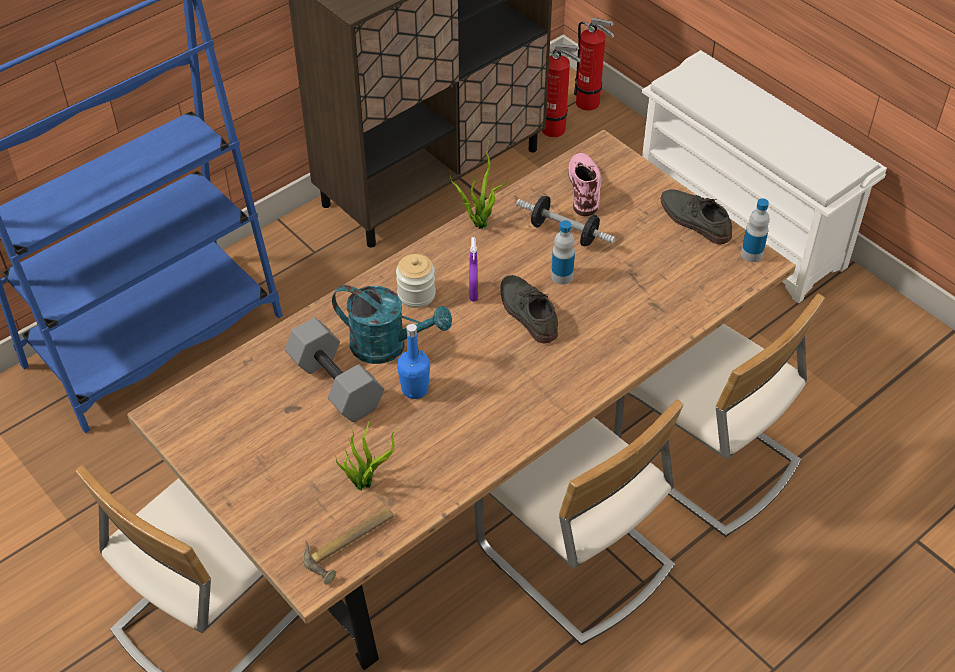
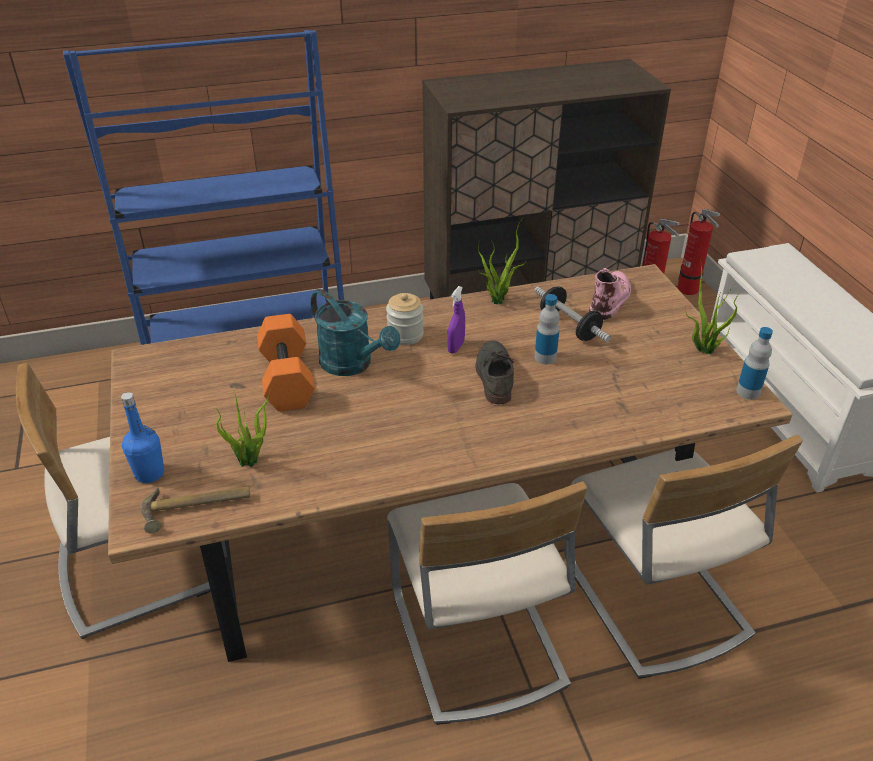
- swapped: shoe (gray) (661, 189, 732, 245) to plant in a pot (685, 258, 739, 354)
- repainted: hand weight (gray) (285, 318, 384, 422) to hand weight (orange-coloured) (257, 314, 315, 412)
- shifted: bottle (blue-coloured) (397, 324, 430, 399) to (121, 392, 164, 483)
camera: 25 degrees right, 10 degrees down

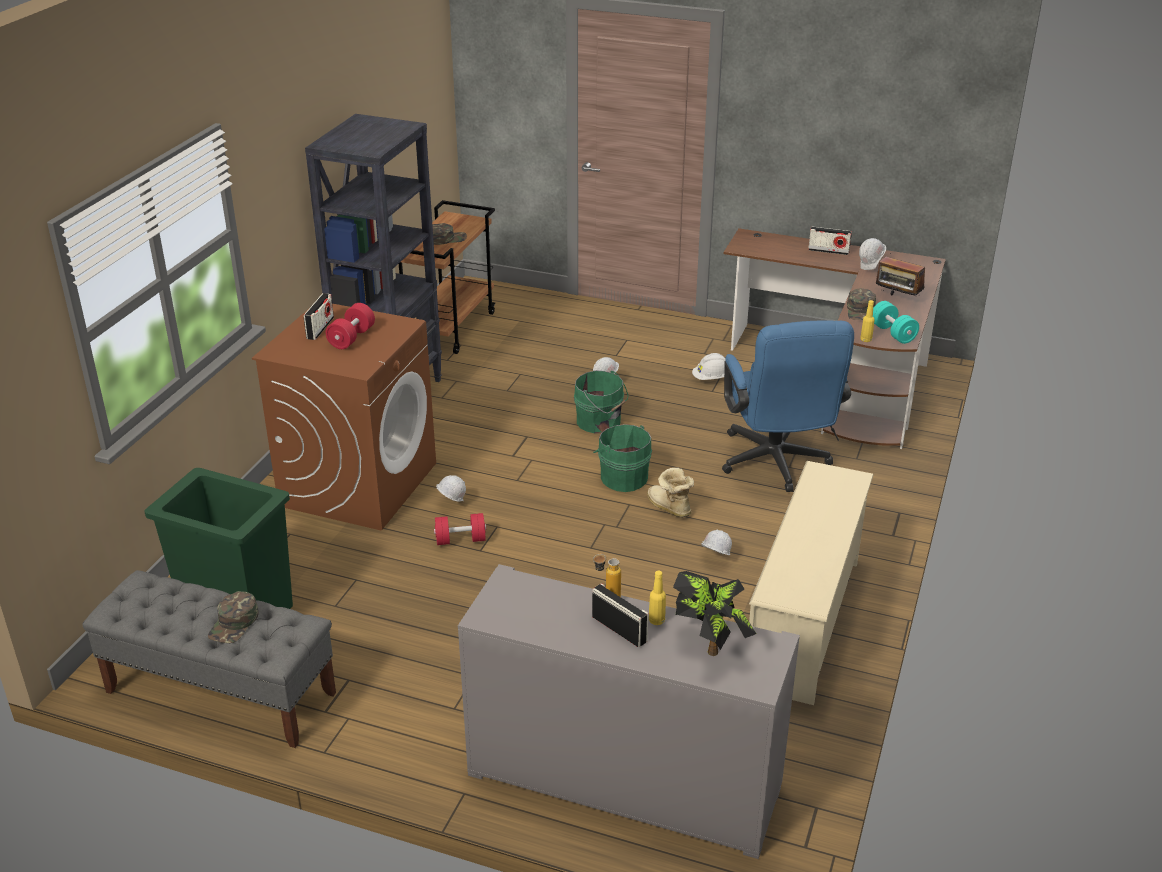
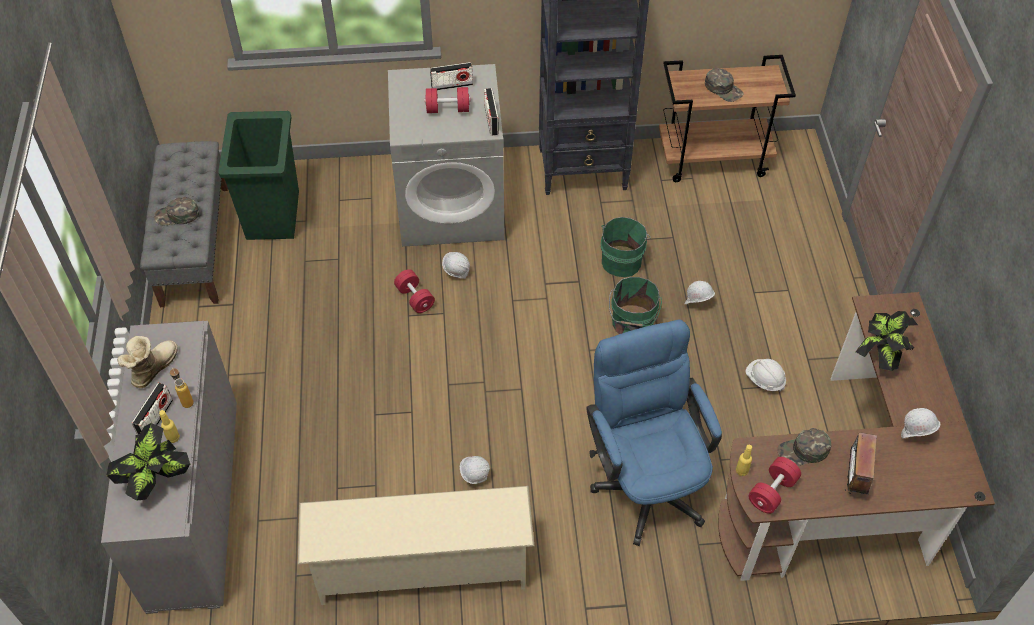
- shifted: radio receiver (808, 227, 852, 255) to (484, 88, 499, 136)
- repainted: hand weight (blue-green) (873, 301, 919, 344) to hand weight (red) (748, 457, 801, 514)
- repainted: washing machine (brown) (252, 304, 436, 530) to washing machine (gray) (388, 64, 505, 247)
- rotated: office chair (blue-coloured) (722, 320, 854, 492) = (586, 319, 722, 546) 105 degrees clockwise
- shifted: bucket (green-coloured) (593, 424, 652, 492) to (601, 217, 651, 277)
- shifted: high-top boot (647, 468, 694, 518) to (117, 336, 178, 388)
- new: plant in a pot (856, 311, 918, 371)
camera: 65 degrees right, 20 degrees up

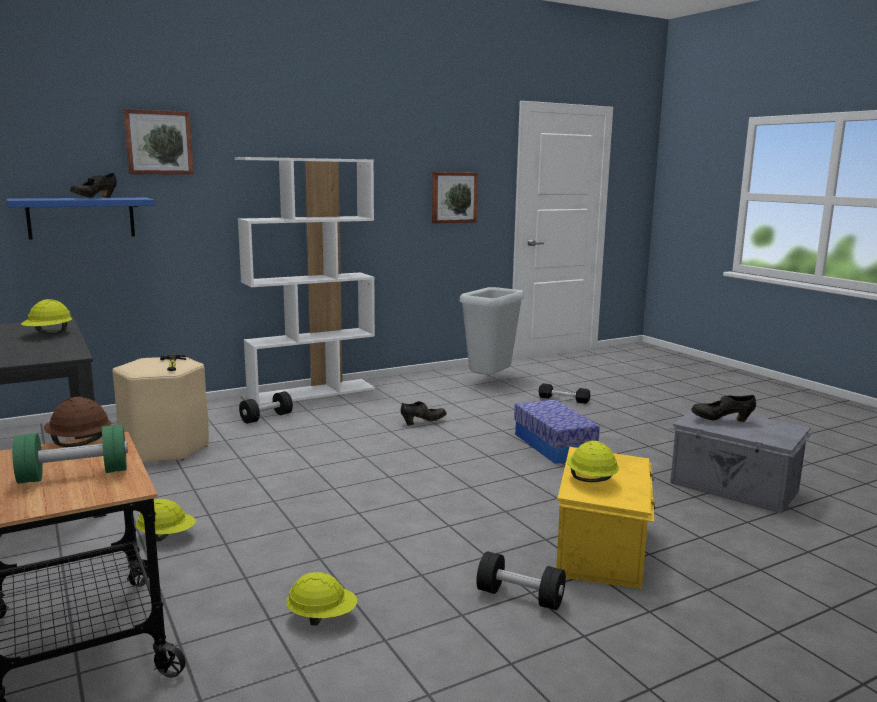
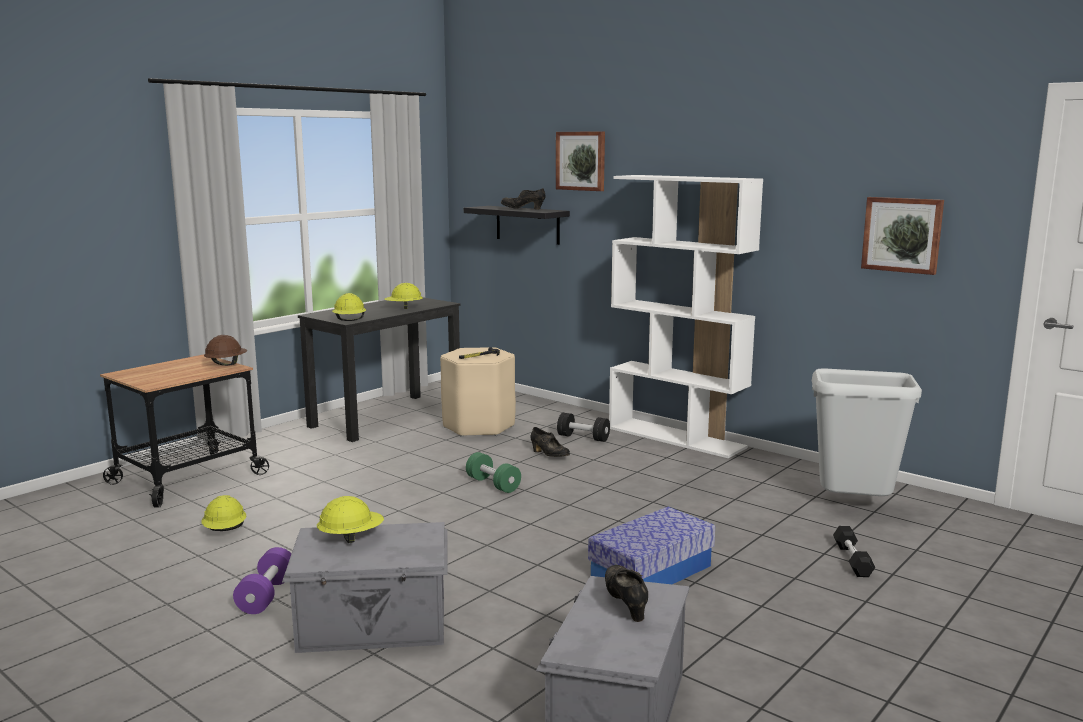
- repainted: wall shelf (blue-coloured) (7, 198, 155, 240) to wall shelf (black) (464, 206, 570, 245)
- shifted: shoe (black) (401, 401, 447, 425) to (530, 427, 570, 457)
- shifted: hand weight (green-coloured) (12, 425, 128, 484) to (466, 452, 521, 493)
- repainted: storage container (yellow-coloured) (556, 447, 656, 589) to storage container (gray) (282, 522, 448, 653)
- shifted: work helmet (yellow-coloured) (136, 499, 196, 541) to (332, 293, 366, 321)
- repainted: hand weight (black) (476, 551, 566, 610) to hand weight (purple-coloured) (233, 547, 291, 614)
camera: 70 degrees right, 0 degrees up

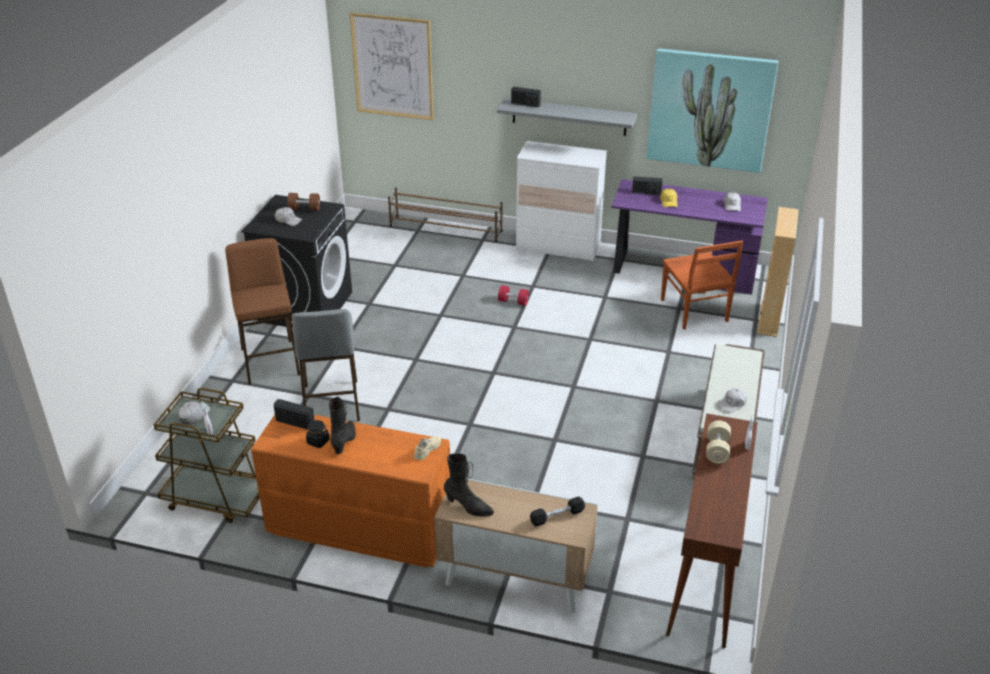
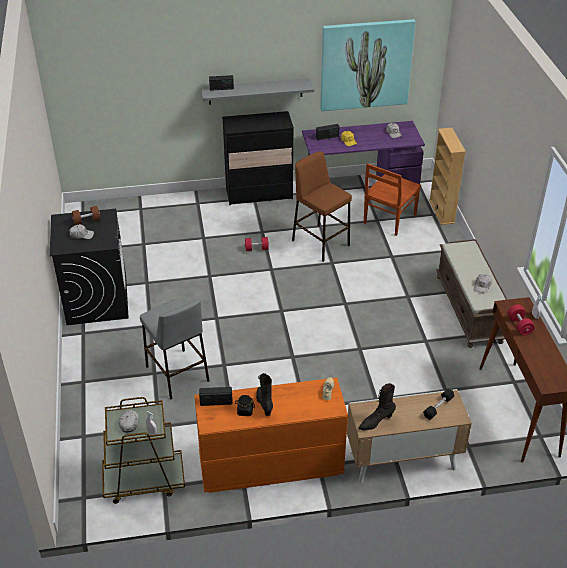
- gone: picture (350, 13, 434, 120)
- repainted: chest of drawers (whitish) (516, 141, 607, 262) to chest of drawers (black) (222, 111, 294, 205)
- gone: shoe shelf (brown) (388, 188, 502, 242)
- shifted: stool seat (brown) (225, 238, 300, 385) to (292, 151, 352, 262)
- rotated: upright chair (brown) (661, 241, 743, 330) = (364, 163, 421, 236) 75 degrees clockwise
- repainted: hand weight (beige-coloured) (706, 421, 731, 464) to hand weight (red) (508, 304, 535, 336)
- rotated: high-top boot (black) (444, 453, 494, 516) = (359, 383, 396, 431) 150 degrees clockwise
camera: 25 degrees left, 5 degrees up

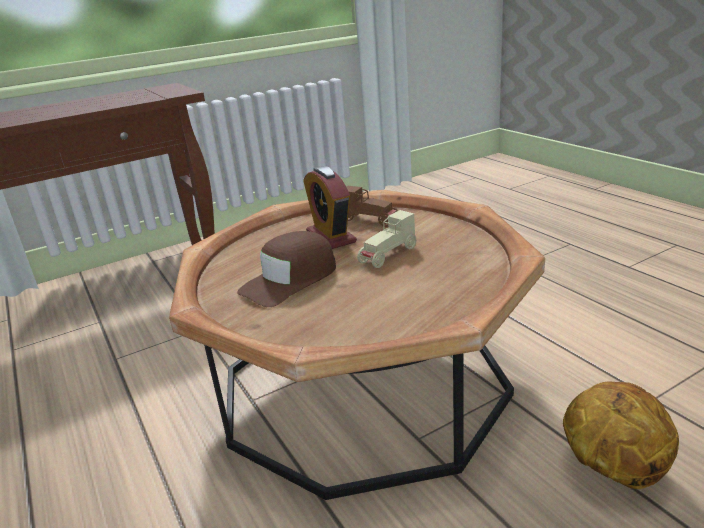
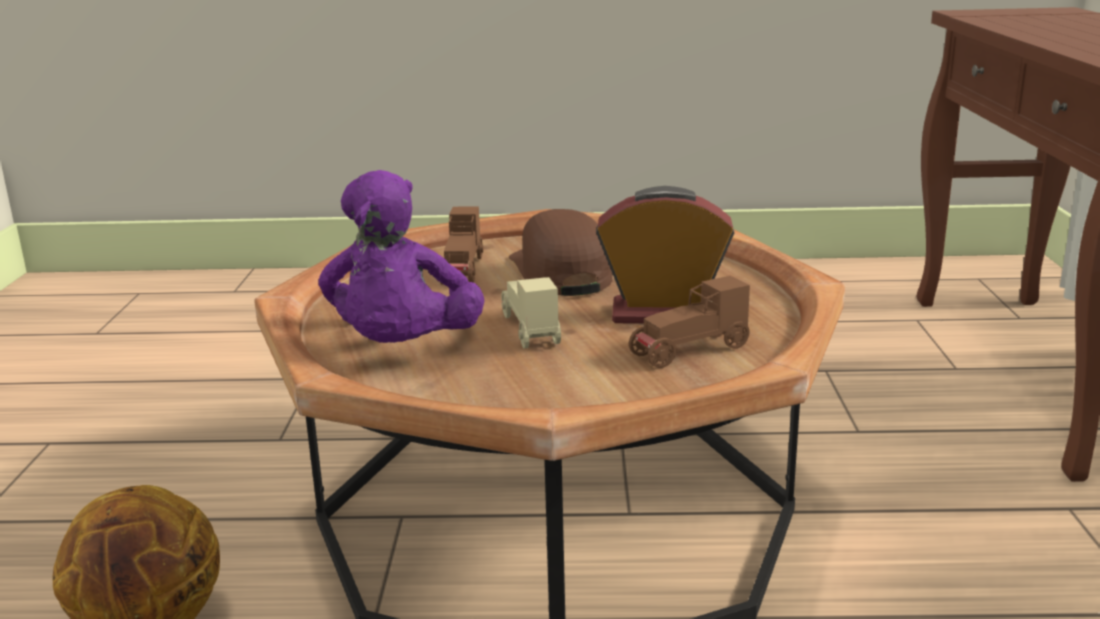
- new: cuddly toy (purple-coloured) (318, 170, 485, 343)
- new: model car (brown) (441, 206, 484, 284)
camera: 120 degrees right, 5 degrees down

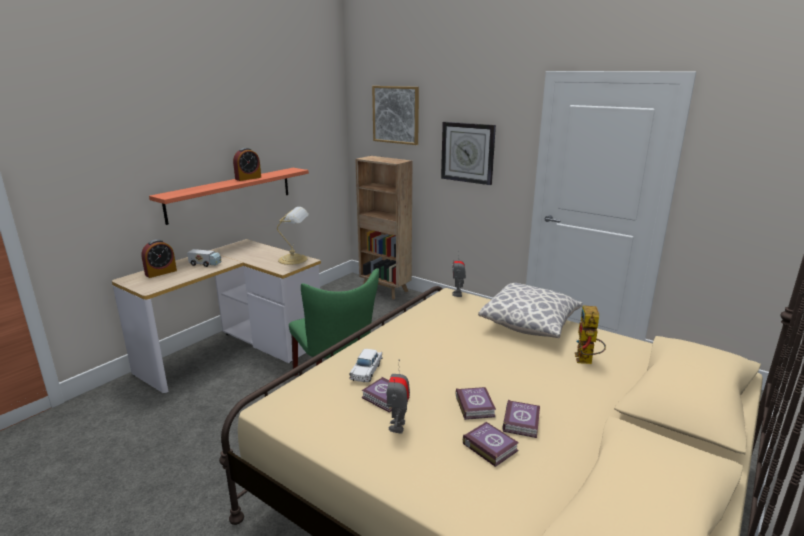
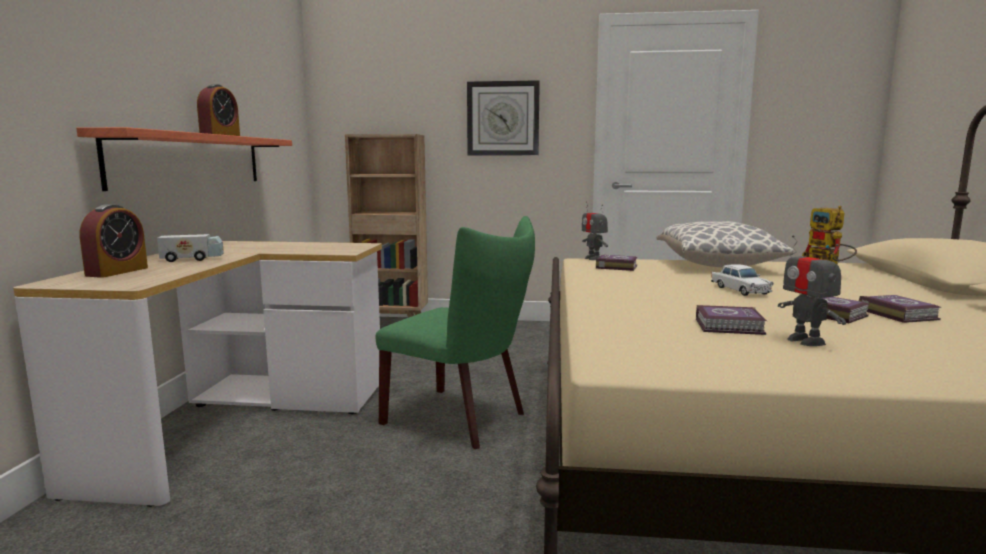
- gone: picture (372, 86, 419, 145)
- gone: lamp for a table (277, 207, 309, 265)
- shifted: model car (whitish) (349, 349, 383, 383) to (711, 264, 774, 296)
- shifted: bound book (463, 422, 519, 467) to (596, 255, 638, 271)
camera: 30 degrees left, 10 degrees down

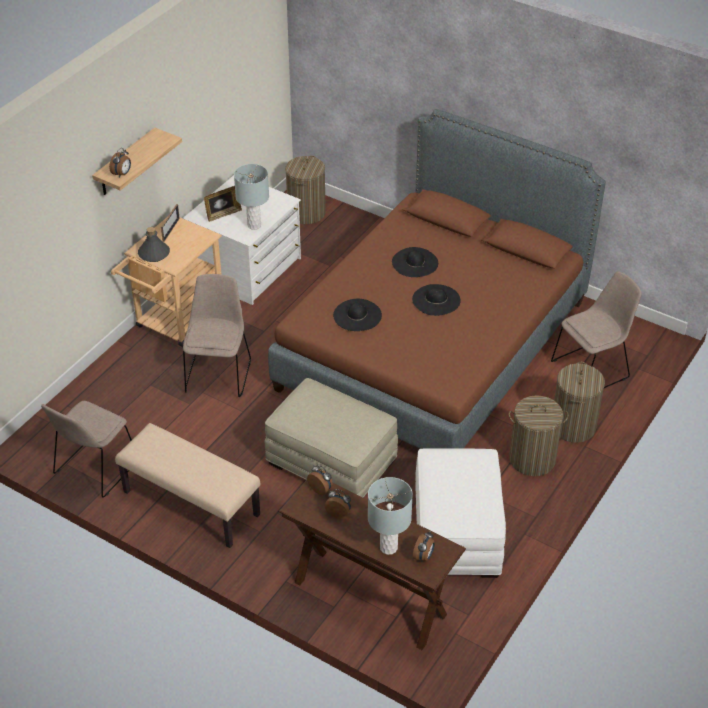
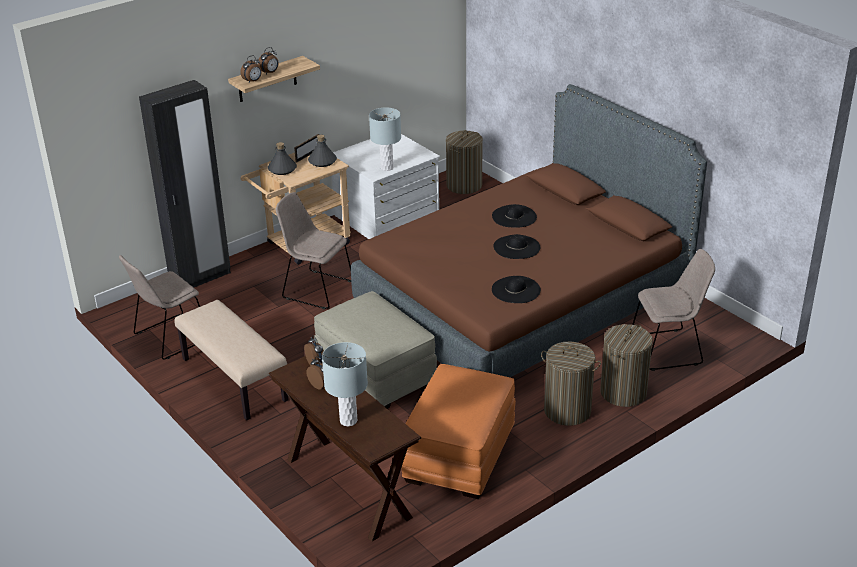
- gone: standing frame (204, 186, 242, 222)
- rotated: upright chair (beige-coloured) (183, 274, 251, 397) = (276, 192, 351, 309) 90 degrees counterclockwise
- shifted: hat (black) (333, 299, 382, 331) to (492, 276, 541, 303)
- repainted: footrest (whitish) (415, 448, 506, 578) to footrest (orange-coloured) (402, 364, 516, 499)
- shifted: alarm clock (413, 531, 435, 562) to (258, 47, 279, 75)
- new: wardrobe (black) (139, 80, 231, 287)
- new: bottle (gray) (308, 135, 337, 167)
camera: 20 degrees right, 10 degrees down

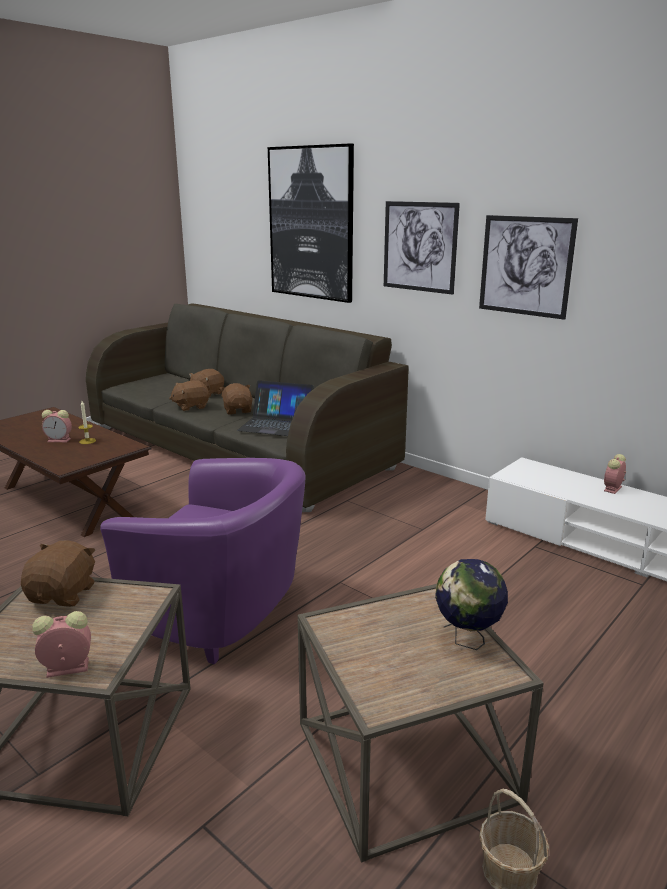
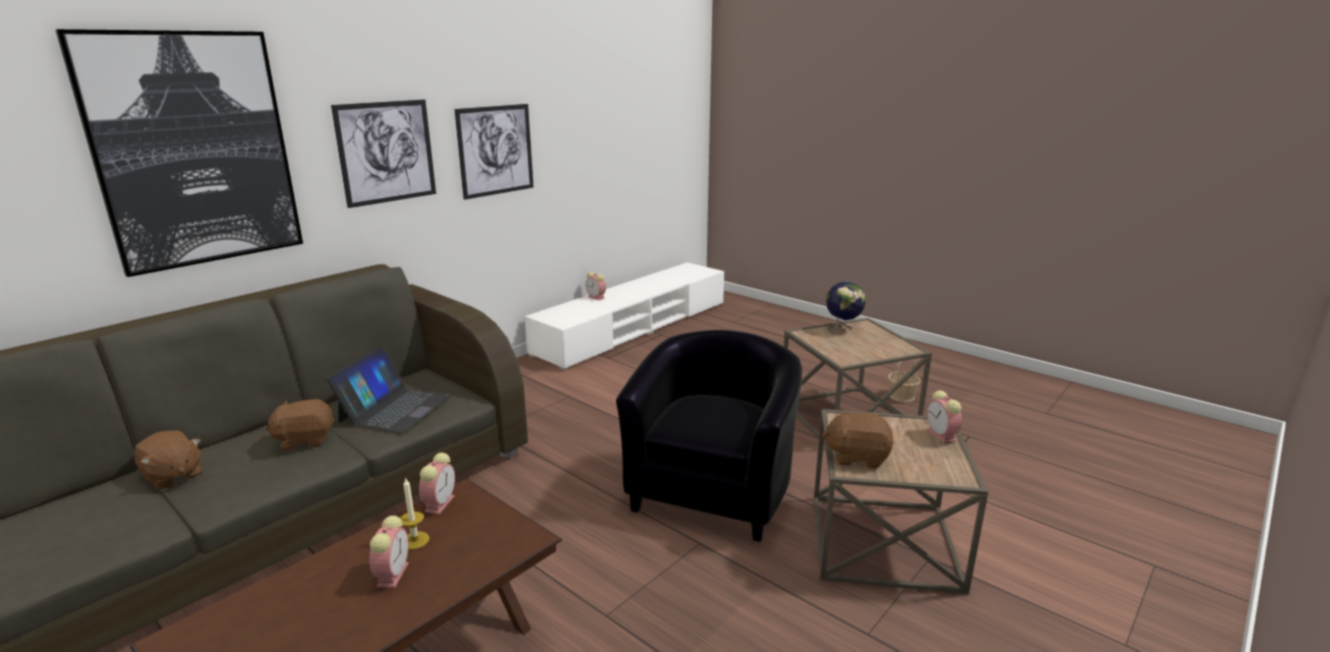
- gone: cuddly toy (brown) (169, 380, 209, 411)
- repainted: armchair (purple-coloured) (100, 458, 306, 665) to armchair (black) (616, 330, 802, 542)
- new: alarm clock (419, 453, 455, 514)
camera: 90 degrees left, 0 degrees up

